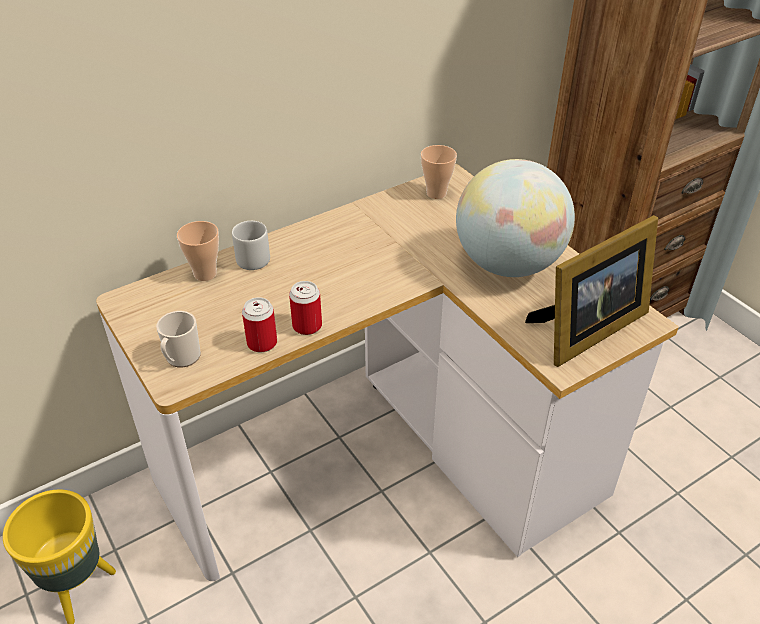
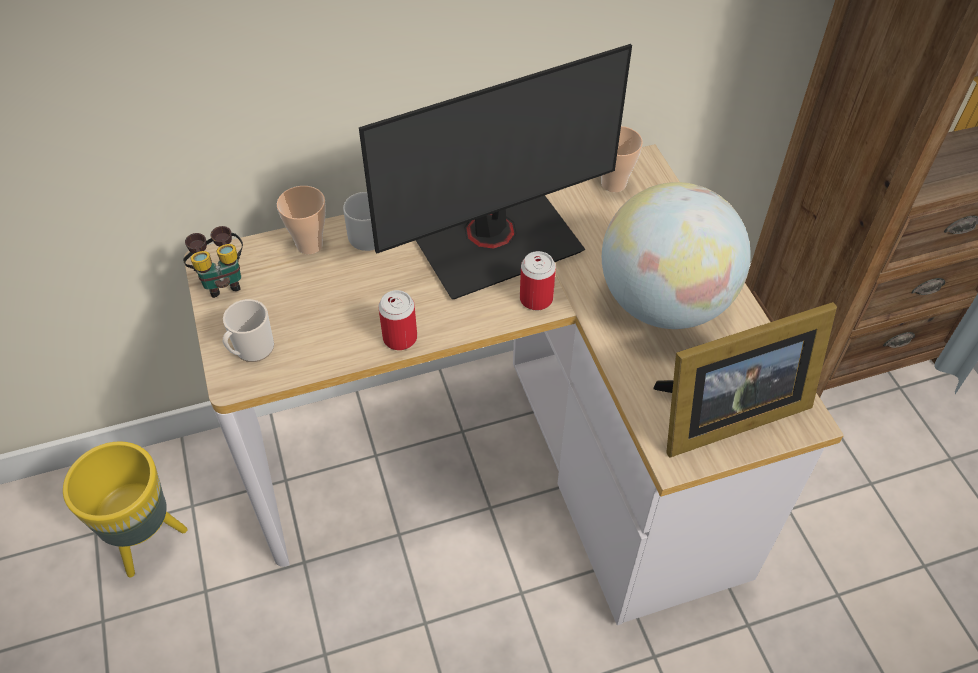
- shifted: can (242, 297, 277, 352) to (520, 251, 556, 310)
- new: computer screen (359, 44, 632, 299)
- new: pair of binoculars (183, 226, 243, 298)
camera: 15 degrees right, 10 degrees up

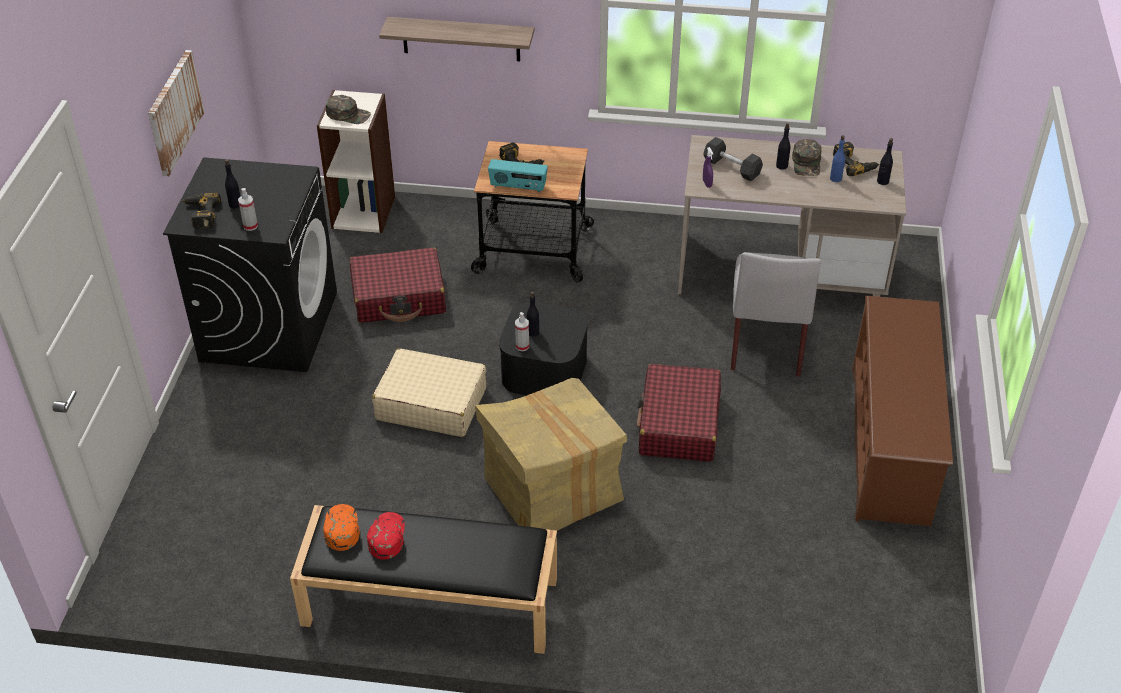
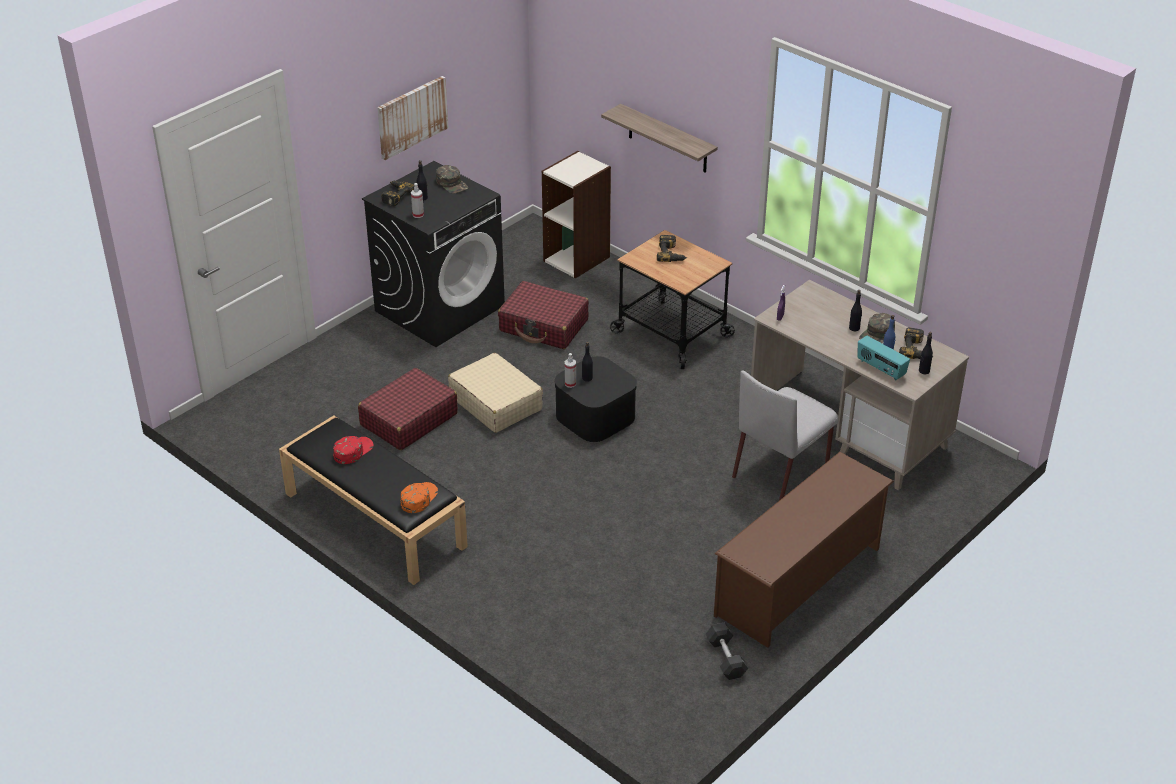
- shifted: cap (green-coloured) (326, 95, 371, 124) to (436, 165, 468, 194)
- shifted: hand weight (gray) (704, 137, 763, 181) to (706, 622, 748, 680)
- shifted: radio receiver (488, 159, 548, 193) to (857, 336, 910, 380)
- shifted: suitcase (red) (637, 364, 721, 462) to (358, 368, 458, 450)
- gone: cardboard box (475, 378, 628, 531)
- shifted: cap (orange-coloured) (324, 504, 360, 551) to (401, 482, 438, 513)
camera: 35 degrees right, 5 degrees down

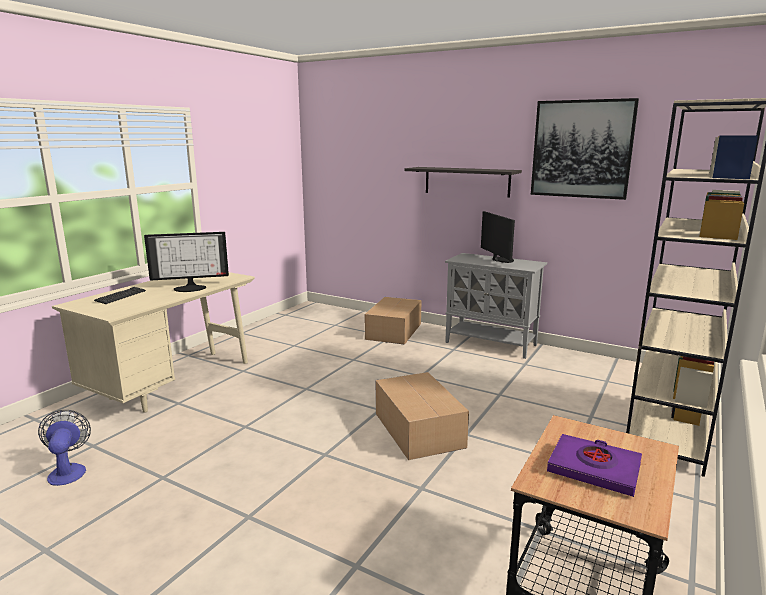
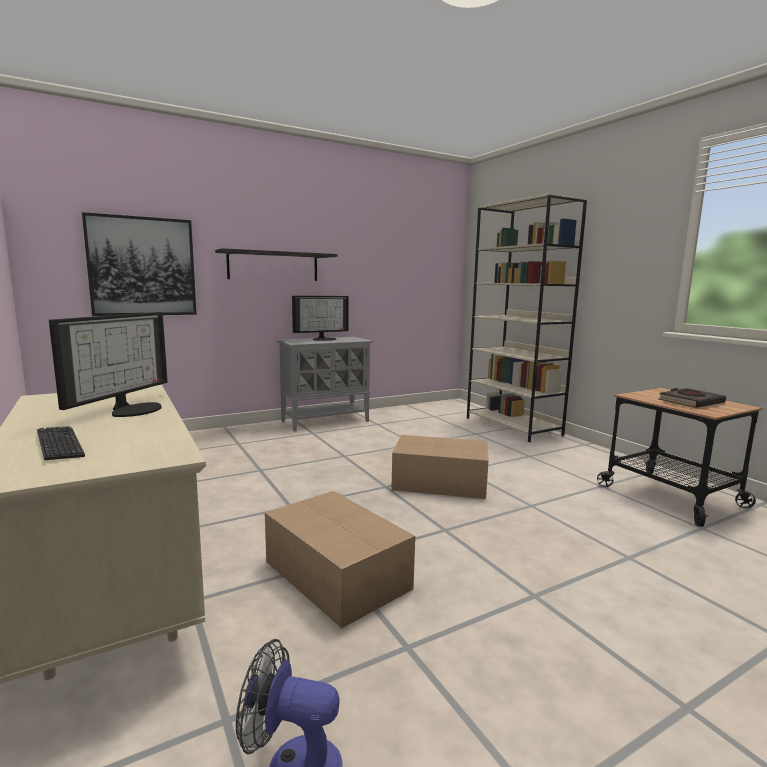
- shifted: picture (531, 98, 639, 200) to (82, 212, 197, 316)
- rotated: computer screen (481, 211, 515, 263) = (292, 296, 349, 341) 135 degrees clockwise
- shifted: cardboard box (365, 297, 422, 345) to (265, 491, 415, 628)
- repainted: bound book (purple-coloured) (547, 434, 642, 497) to bound book (black) (659, 388, 726, 408)
camera: 60 degrees left, 5 degrees down

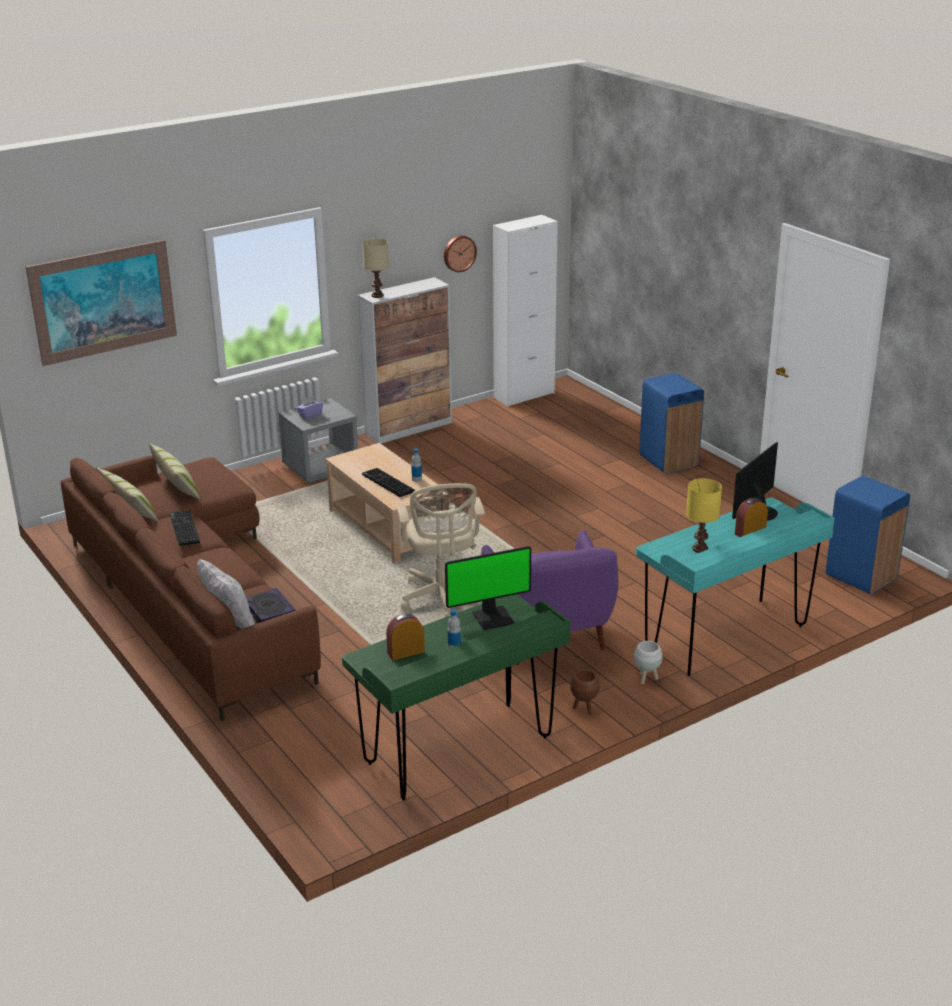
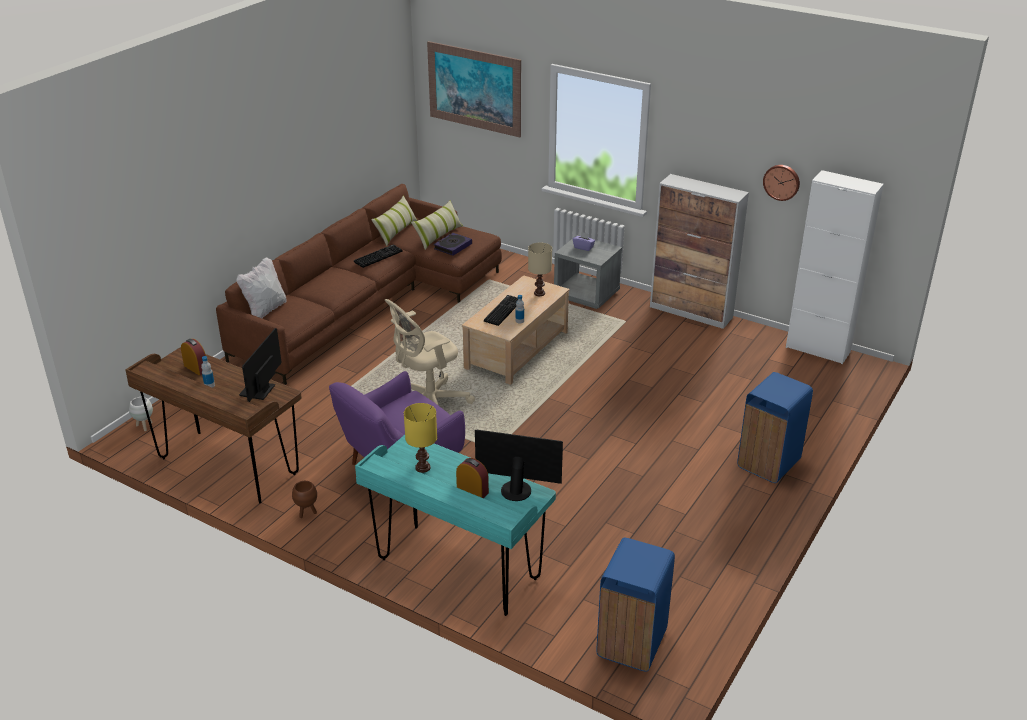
- shifted: lamp for a table (beige-coloured) (362, 238, 389, 298) to (528, 243, 552, 296)
- rotated: computer screen (445, 546, 531, 630) = (239, 328, 282, 402) 60 degrees clockwise
- shifted: bound book (246, 588, 296, 623) to (434, 233, 472, 256)
- repainted: desk unit (green-coloured) (342, 594, 570, 800) to desk unit (brown) (125, 347, 302, 503)
- shifted: plant pot (whitish) (634, 641, 662, 684) to (129, 397, 153, 431)
camera: 65 degrees right, 5 degrees up

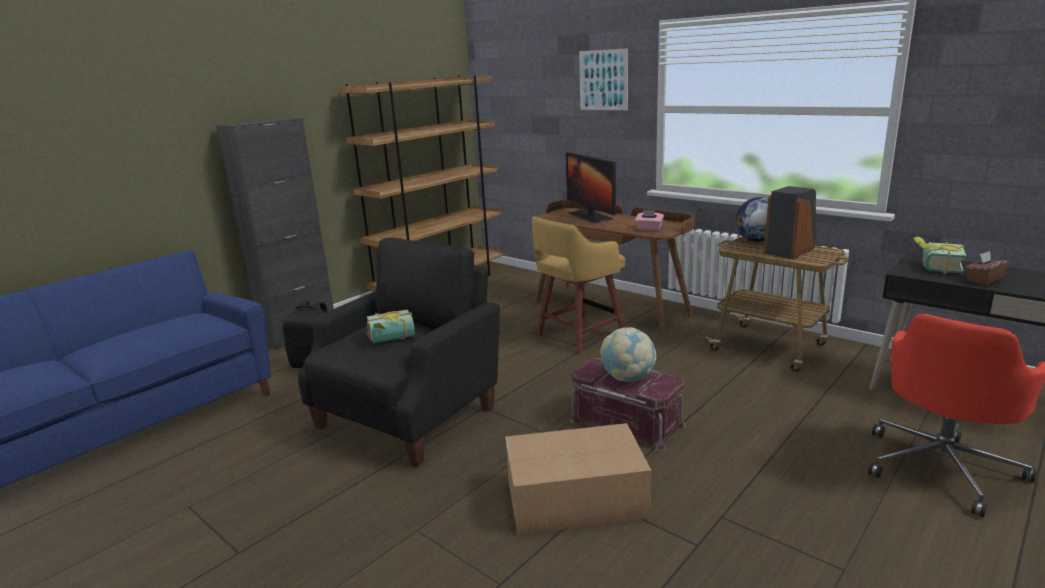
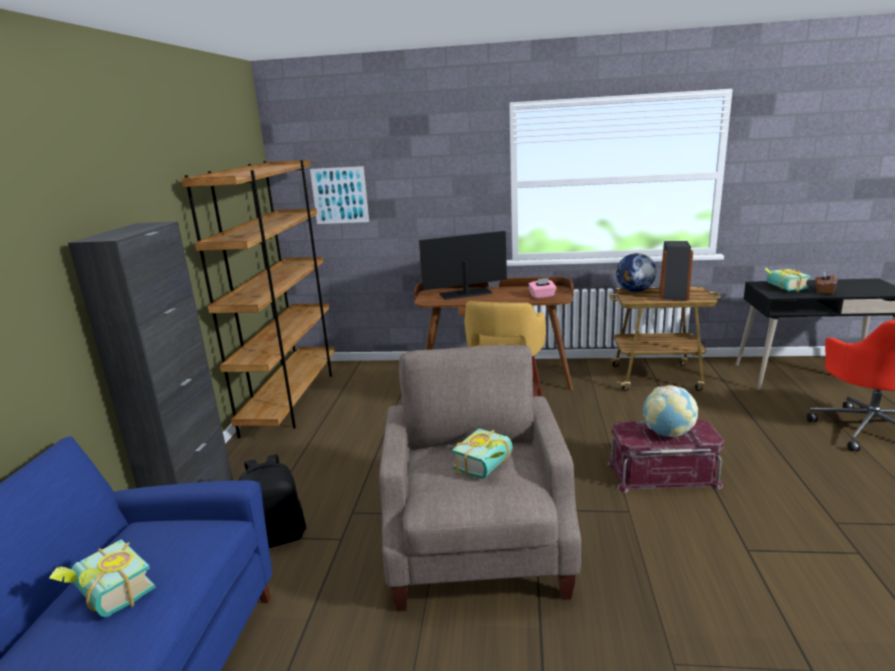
- shifted: picture (579, 48, 628, 110) to (310, 166, 369, 224)
- rotated: computer screen (566, 152, 616, 223) = (419, 231, 507, 300) 135 degrees clockwise
- repainted: armchair (black) (298, 238, 500, 467) to armchair (beige-coloured) (379, 345, 581, 611)
- gone: cardboard box (505, 423, 652, 535)
- new: bound book (49, 539, 155, 617)
camera: 35 degrees left, 0 degrees up

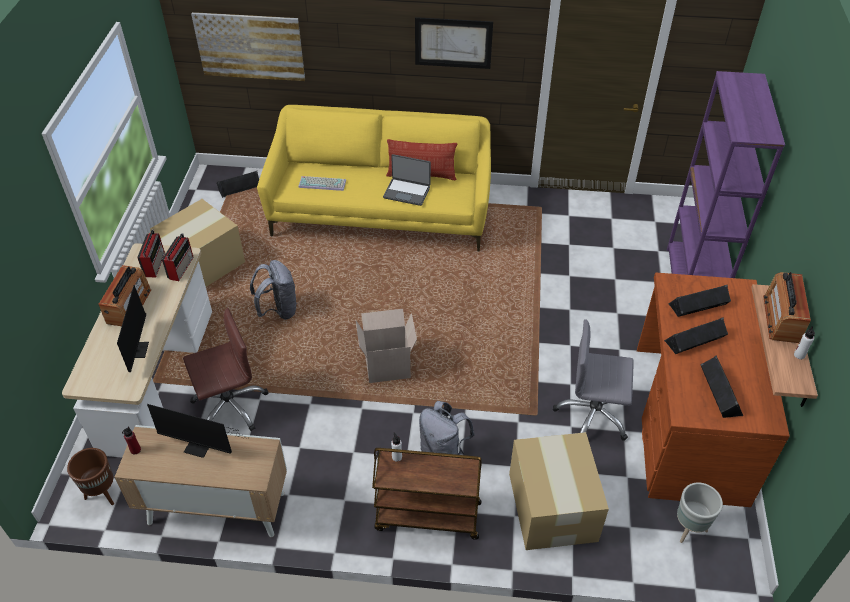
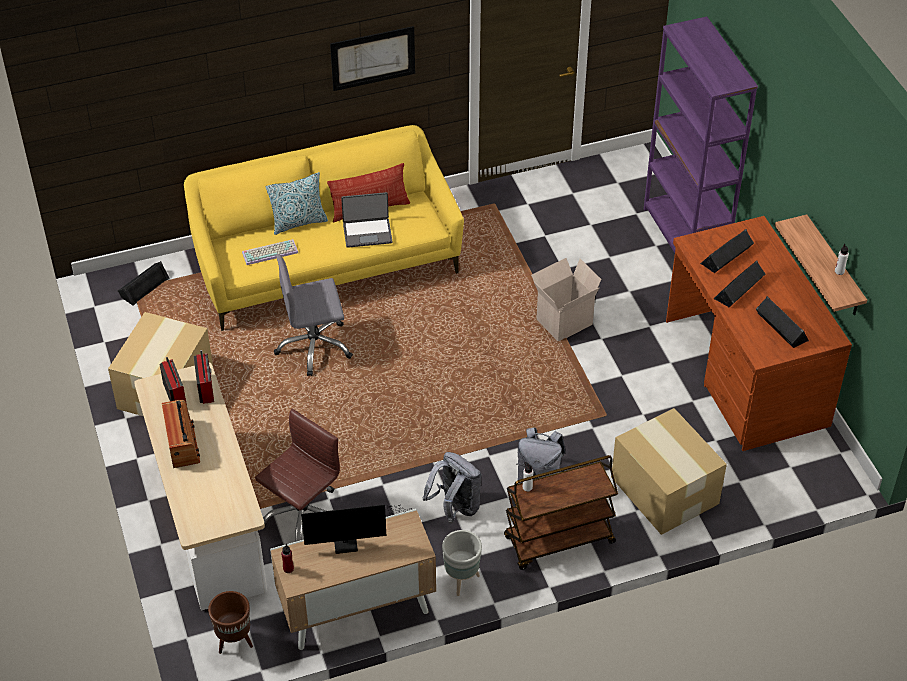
- gone: picture (191, 12, 305, 81)
- shifted: rucksack (gray) (250, 260, 297, 320) to (422, 452, 482, 523)
- gone: radio receiver (763, 272, 811, 343)
- gone: computer screen (117, 276, 149, 372)
- shifted: cardboard box (356, 309, 417, 383) to (531, 258, 601, 341)
- shifted: office chair (gray) (553, 319, 633, 441) to (274, 254, 353, 376)
- shifted: plant pot (gray) (677, 483, 723, 543) to (442, 530, 482, 596)
- new: pillow (266, 172, 328, 235)
camera: 25 degrees left, 0 degrees up

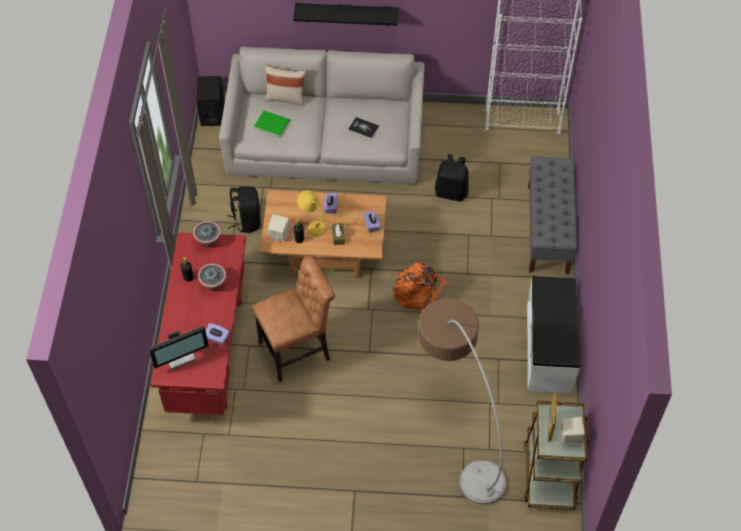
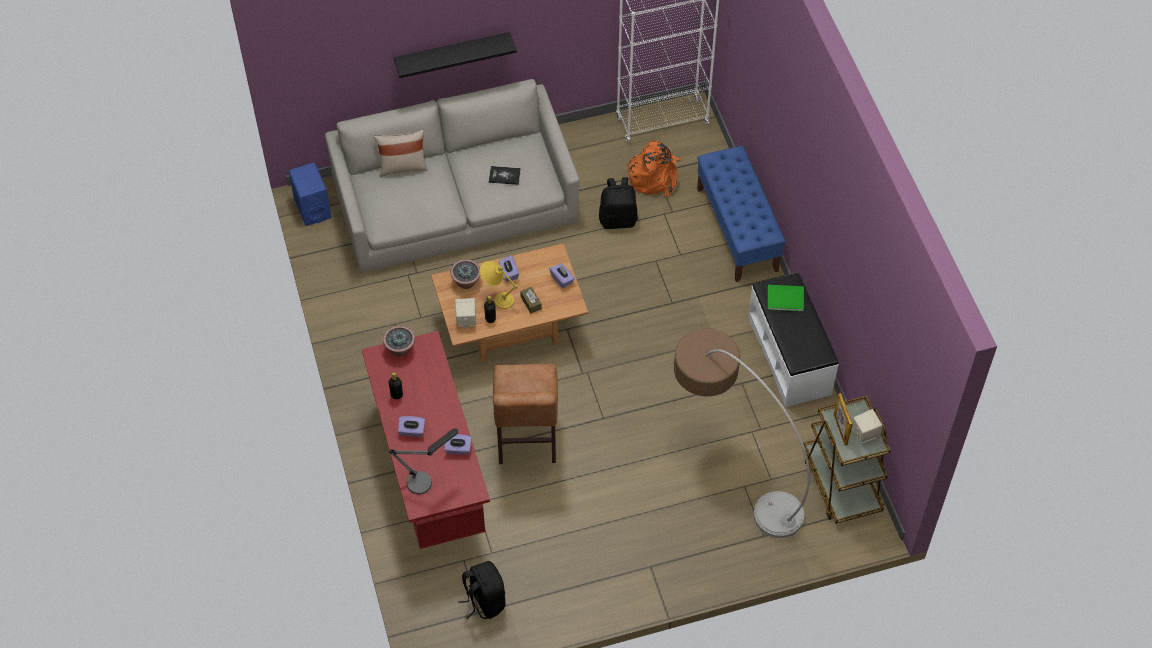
- repainted: loudspeaker (black) (196, 76, 225, 126) to loudspeaker (blue-coloured) (289, 163, 332, 226)
- shifted: bound book (green-coloured) (254, 111, 290, 137) to (768, 285, 804, 311)
- repainted: indoor bench (gray) (528, 157, 577, 274) to indoor bench (blue-coloured) (697, 146, 786, 282)
- shifted: rucksack (black) (228, 187, 261, 233) to (458, 561, 506, 619)
- rotated: upright chair (brown) (252, 256, 335, 382) = (493, 364, 558, 464) 135 degrees clockwise
- shifted: rucksack (orange-coloured) (393, 262, 449, 315) to (626, 140, 681, 197)
- shifted: plant in a pot (198, 263, 226, 291) to (450, 259, 480, 289)
- swapped: computer screen (148, 325, 209, 370) to lamp for a table (389, 428, 458, 494)
- new: tissue box (purple-coloured) (398, 416, 425, 437)
camera: 20 degrees left, 0 degrees up

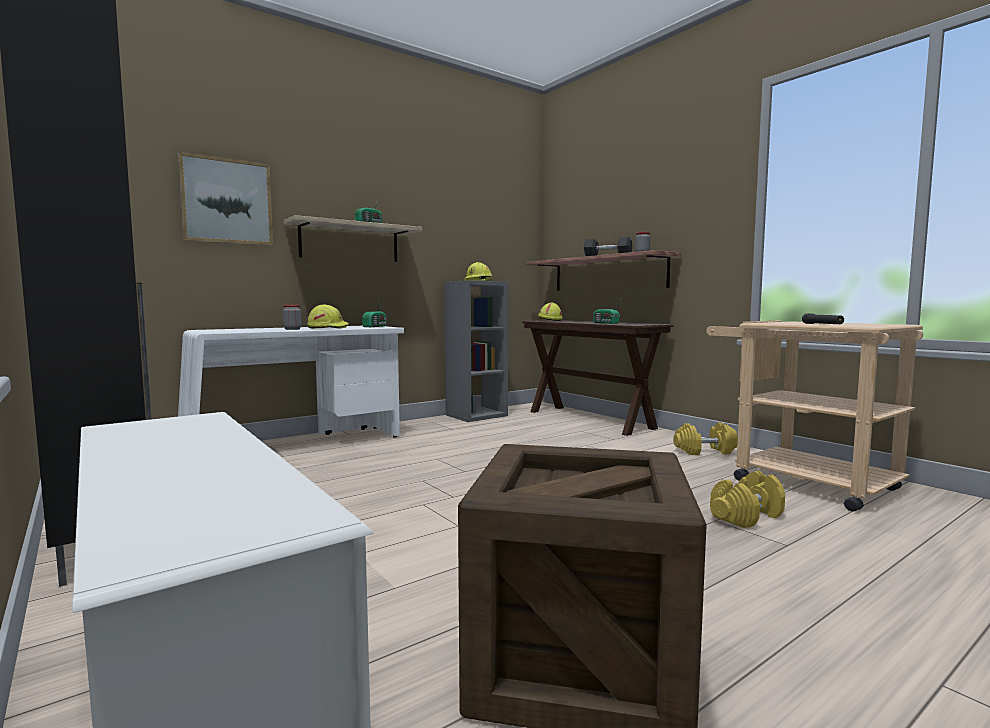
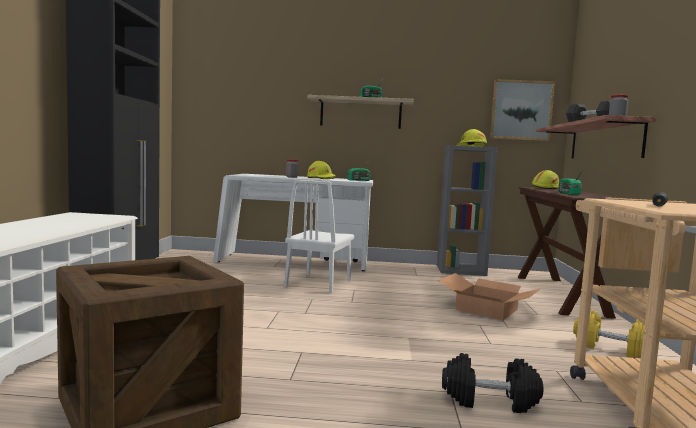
- shifted: picture (178, 151, 273, 246) to (490, 79, 555, 141)
- repainted: hand weight (yellow-coloured) (710, 471, 785, 528) to hand weight (black) (442, 353, 543, 413)
- new: upright chair (whitish) (284, 179, 354, 293)
- new: cardboard box (437, 273, 542, 320)
camera: 40 degrees right, 0 degrees up

